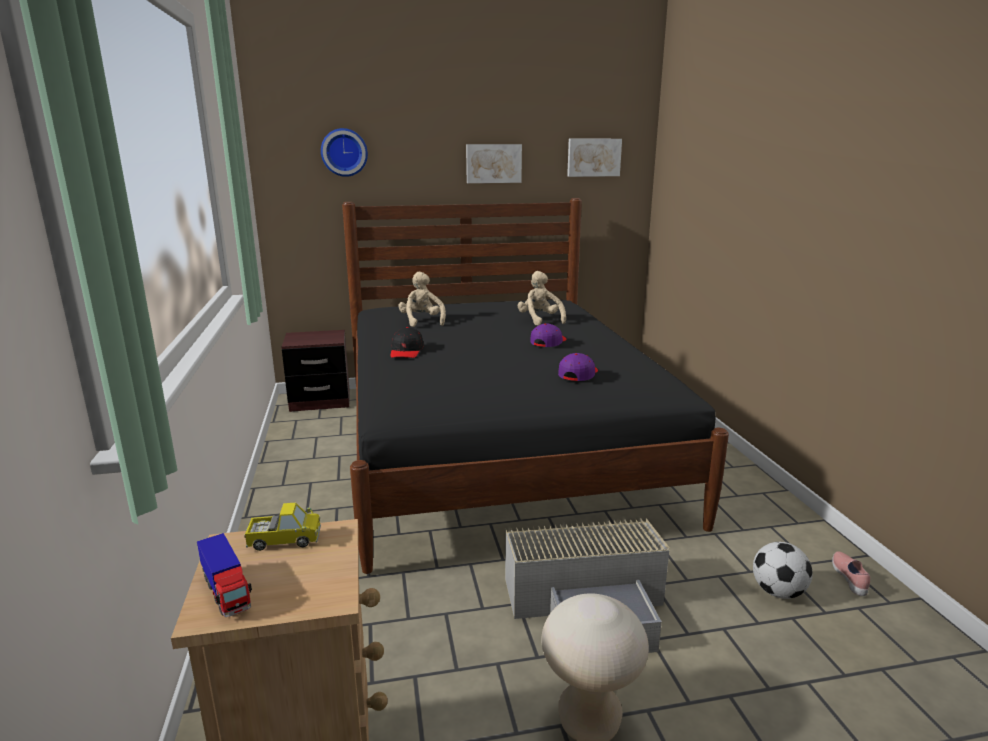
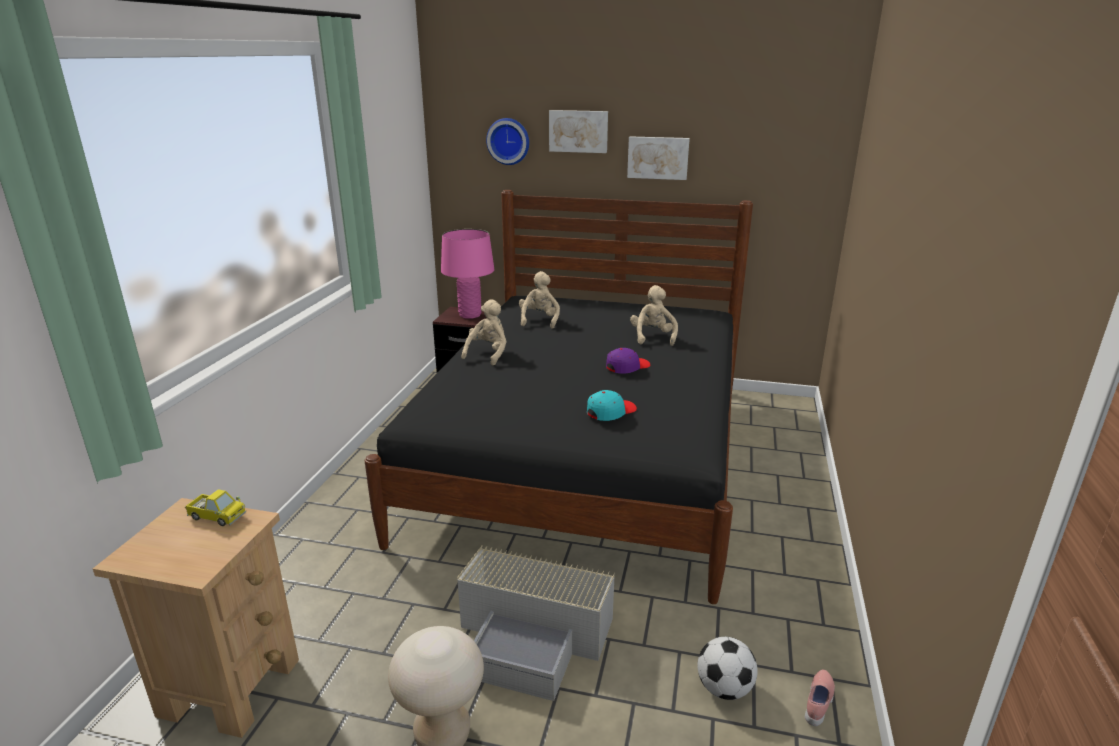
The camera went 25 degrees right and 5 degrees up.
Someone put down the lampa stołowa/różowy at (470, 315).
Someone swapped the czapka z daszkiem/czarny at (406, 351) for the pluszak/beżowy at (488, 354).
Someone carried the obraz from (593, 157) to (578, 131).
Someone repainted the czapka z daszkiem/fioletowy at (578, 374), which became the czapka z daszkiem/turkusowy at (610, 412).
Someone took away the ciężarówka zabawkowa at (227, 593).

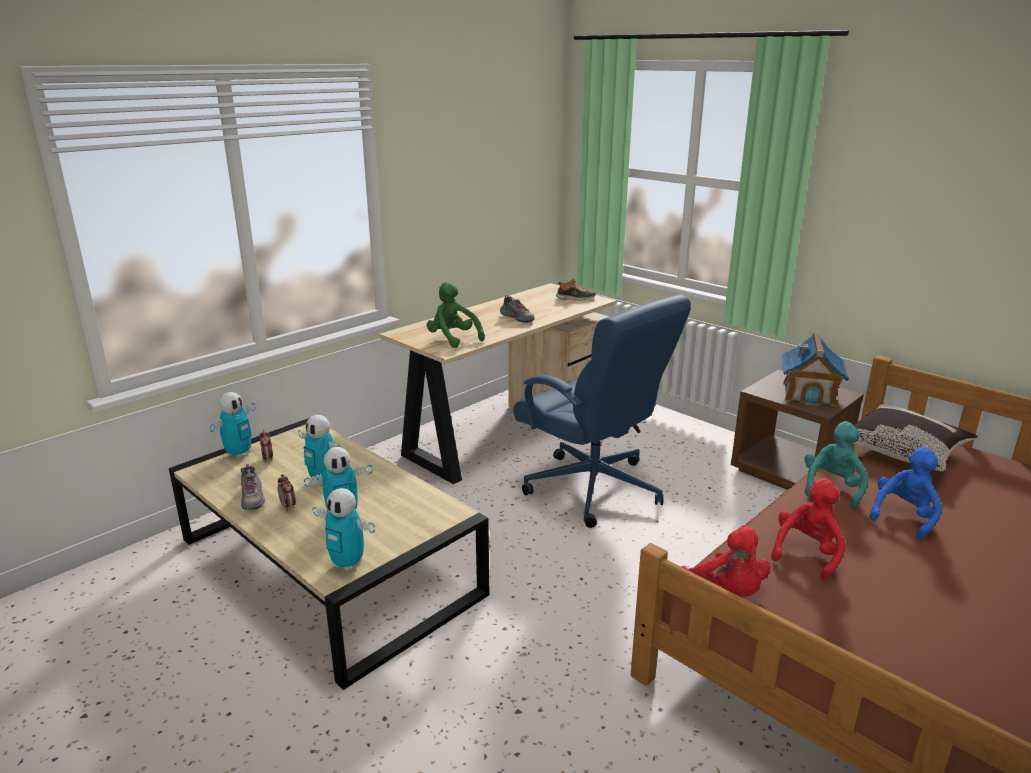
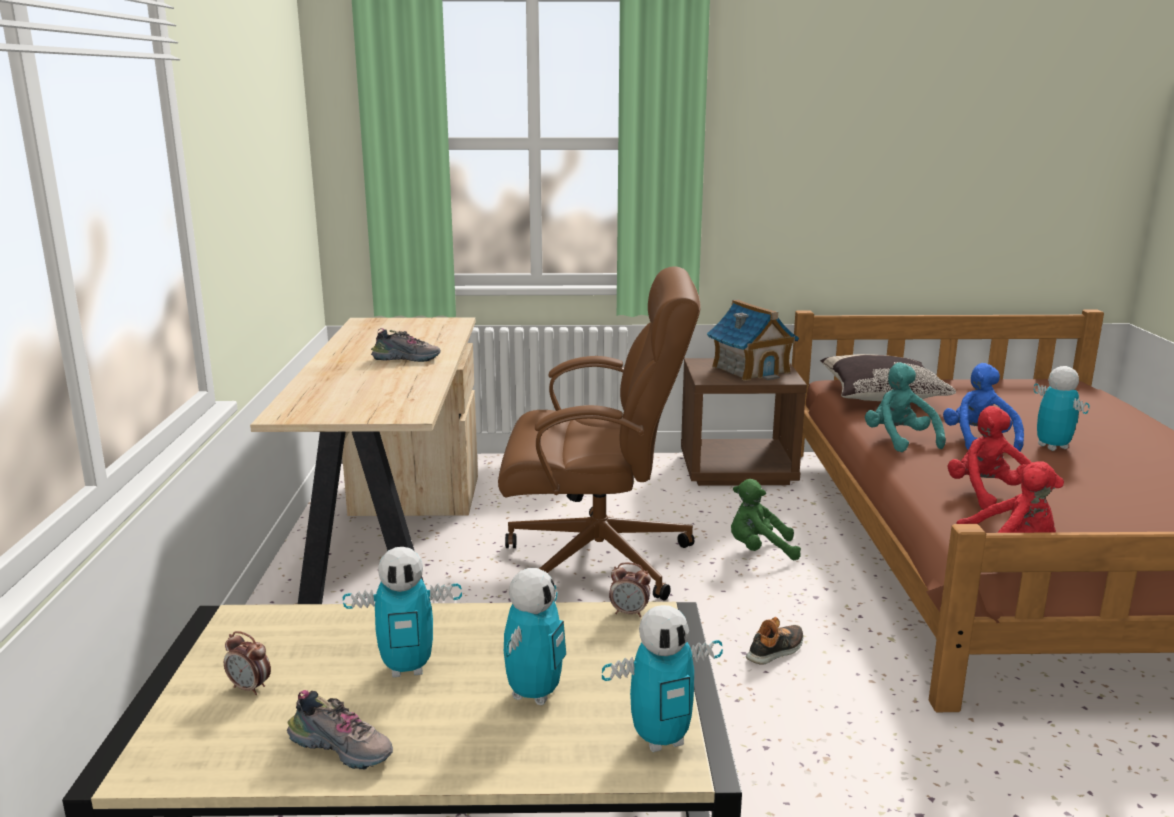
The camera went 45 degrees left and 5 degrees down.
Someone repainted the krzesło biurowe/niebieski at (593, 487), which became the krzesło biurowe/brązowy at (597, 559).
Someone carried the budzik from (288, 506) to (629, 613).
Someone carried the pluszak/zielony from (453, 339) to (759, 550).
Someone carried the but from (575, 298) to (776, 650).
Someone carried the robot zabawkowy from (239, 454) to (1052, 447).

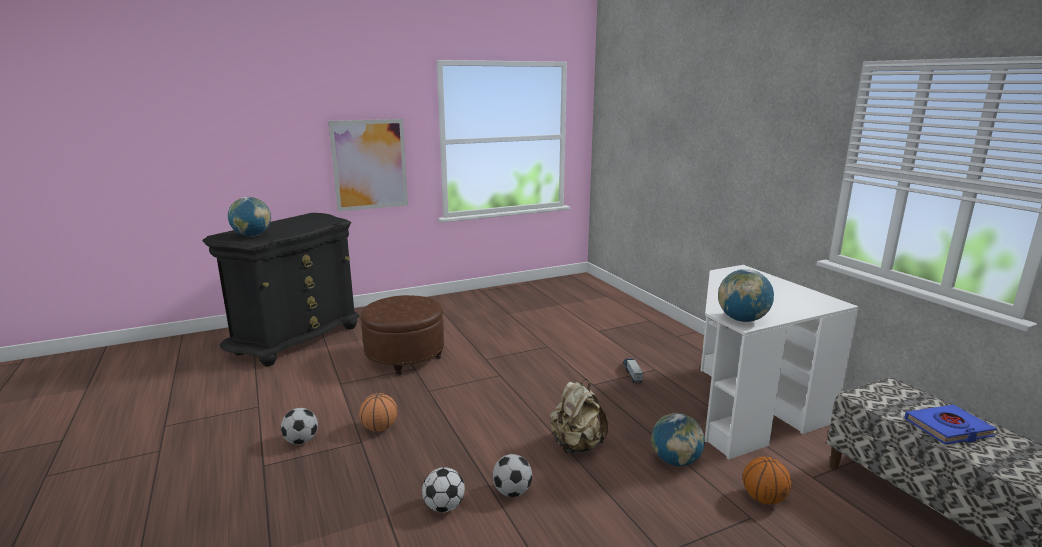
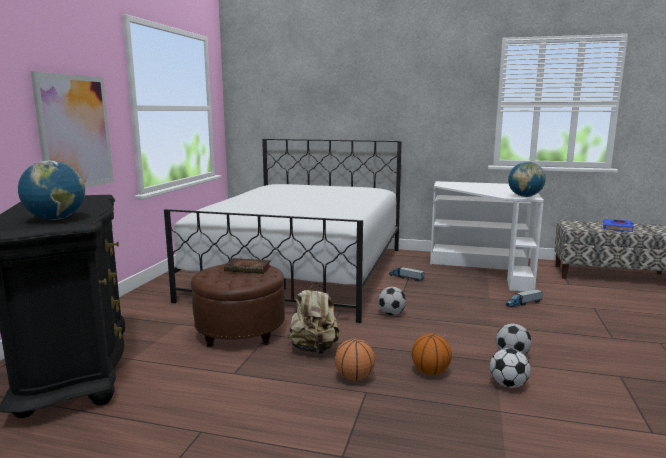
The camera went 50 degrees left and 5 degrees down.
Someone put down the łóżko/biały at (302, 272).
Someone put down the książka at (249, 269).
Someone carried the plecak/beżowy from (576, 446) to (314, 349).
Someone carried the piłka futbolowa from (301, 441) to (391, 314).
Someone carried the piłka do koszykówki from (763, 498) to (430, 372).
Someone swapped the globus at (675, 461) for the ciężarówka zabawkowa at (523, 303).

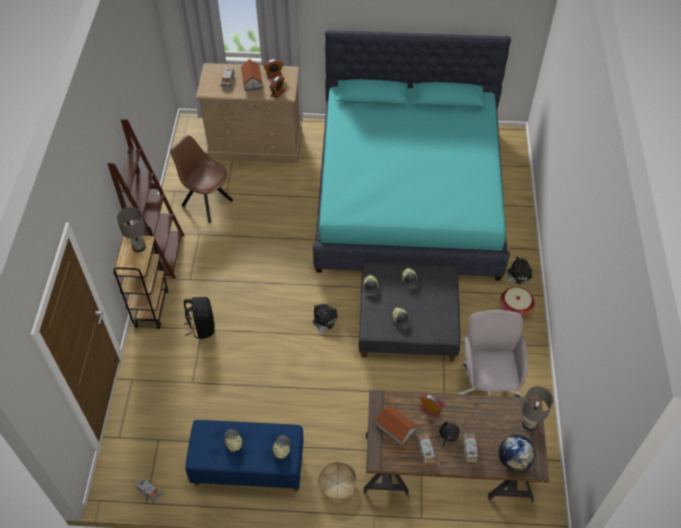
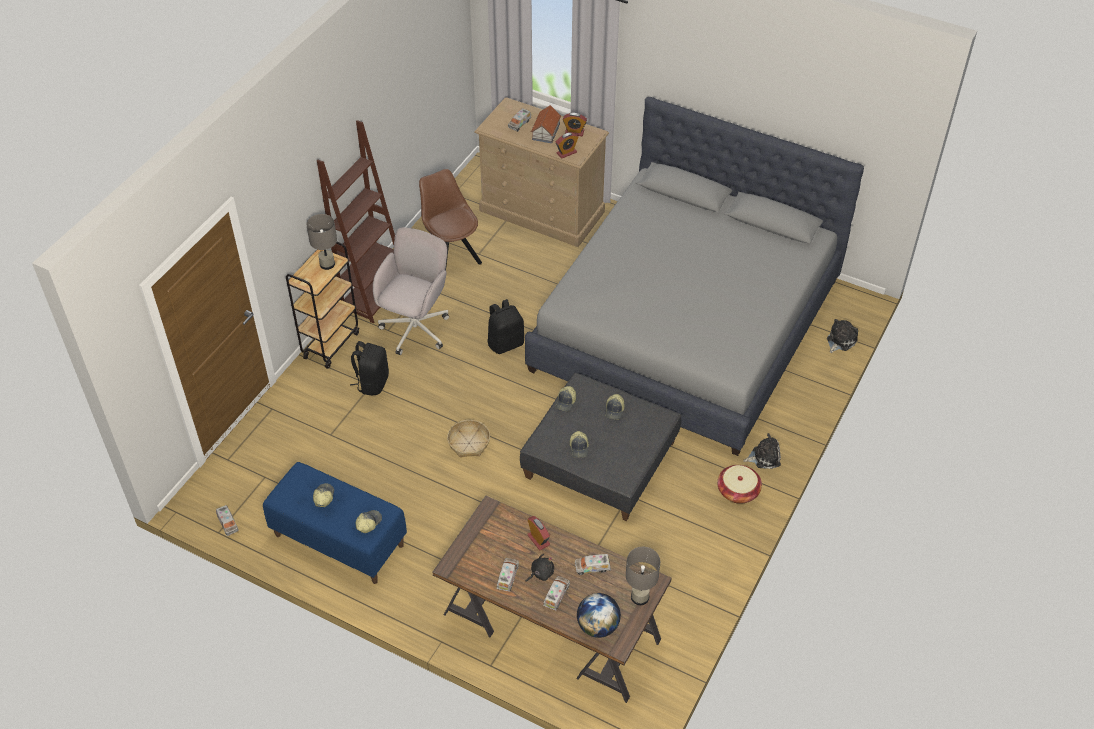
The camera went 25 degrees right and 5 degrees down.
Someone carried the krzesło biurowe/szary from (486, 388) to (416, 329).
Someone carried the koszyk from (337, 483) to (468, 443).
Someone put down the plecak/czarny at (505, 343).
Someone repainted the łóżko/turkusowy at (408, 195), which became the łóżko/szary at (686, 324).
Someone put down the ciężarówka zabawkowa at (592, 567).
Someone carried the pluszak from (324, 320) to (840, 340).
Someone took away the domek at (395, 428).

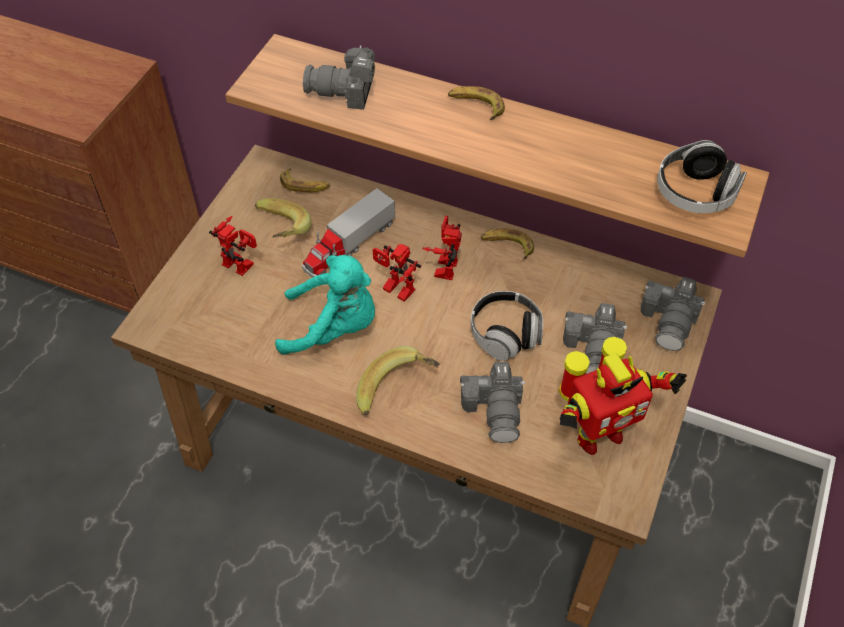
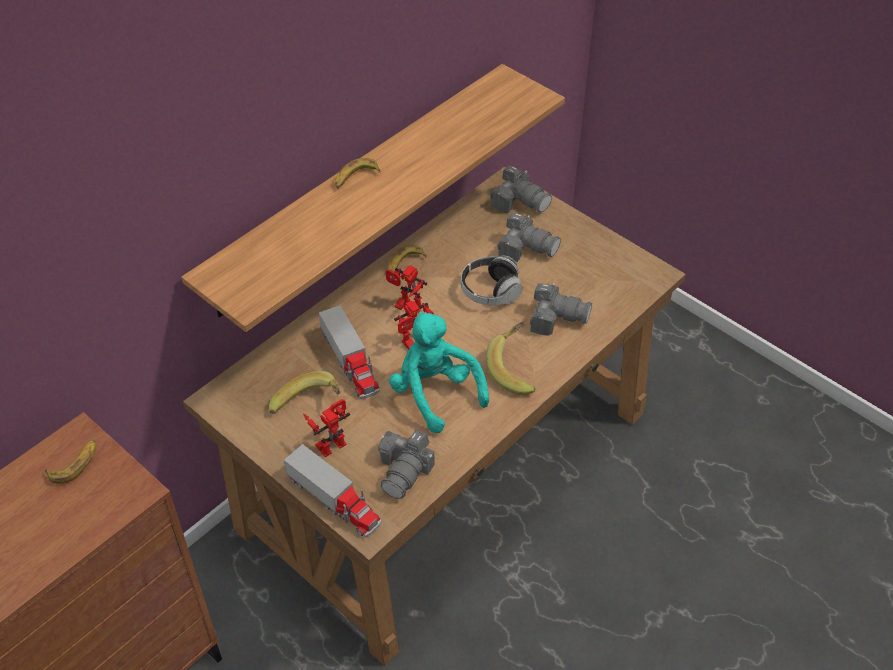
The camera went 70 degrees left and 5 degrees down.
Someone carried the banan from (305, 185) to (75, 464).
Someone put down the ciężarówka zabawkowa at (334, 500).
Someone carried the aparat fotograficzny from (346, 91) to (405, 470).
Someone rotated the pluszak/turkusowy at (334, 327) by 60 degrees counterclockwise.
Someone took away the robot zabawkowy at (596, 434).
Someone took away the słuchawki at (694, 193).

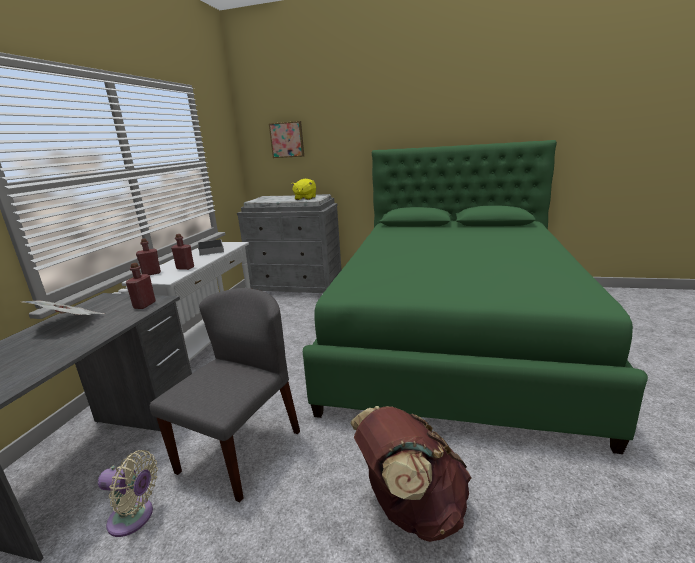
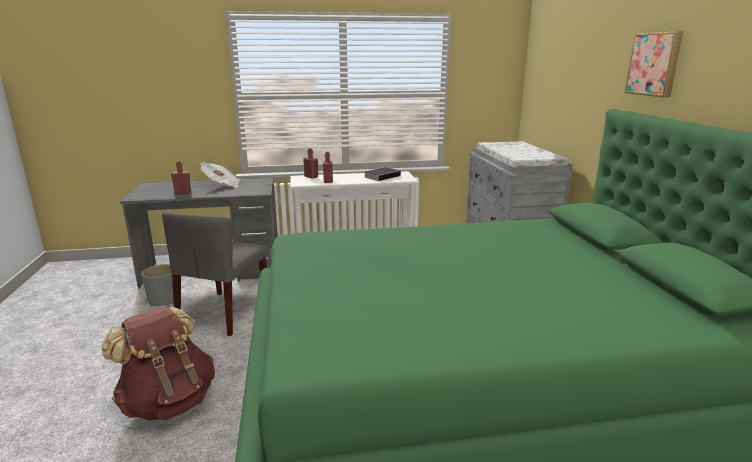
The camera went 65 degrees right and 0 degrees up.
Someone swapped the wentylator/beżowy at (135, 518) for the donica/szary at (164, 300).
Someone rotated the krzesło/szary at (240, 450) by 105 degrees clockwise.
Someone carried the butelka/czerwony from (144, 305) to (183, 193).
Someone carried the obraz from (287, 140) to (655, 64).
Someone took away the pluszak/żółty at (305, 198).

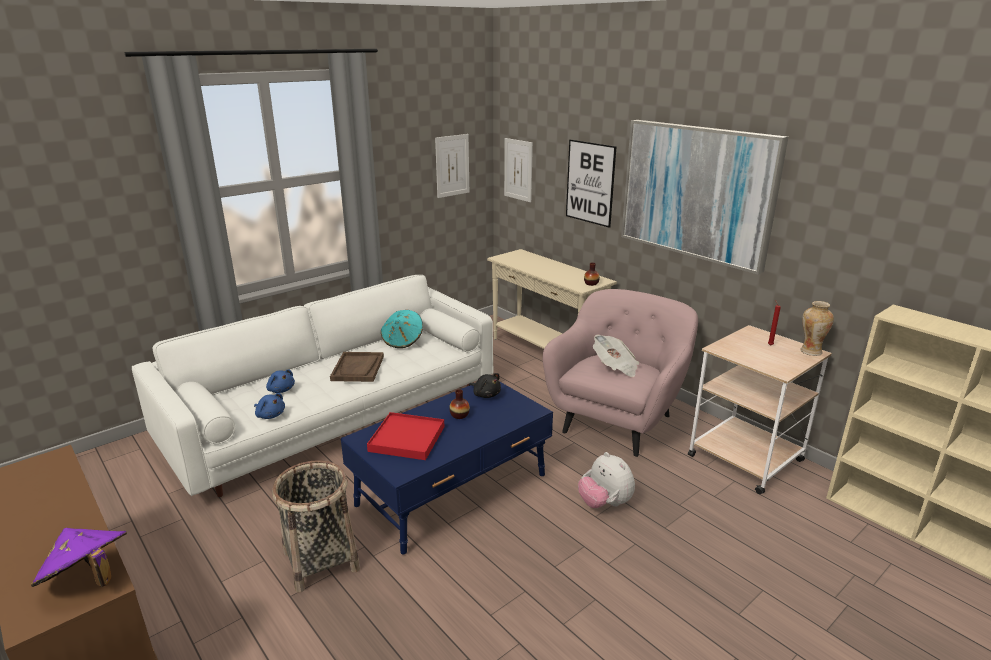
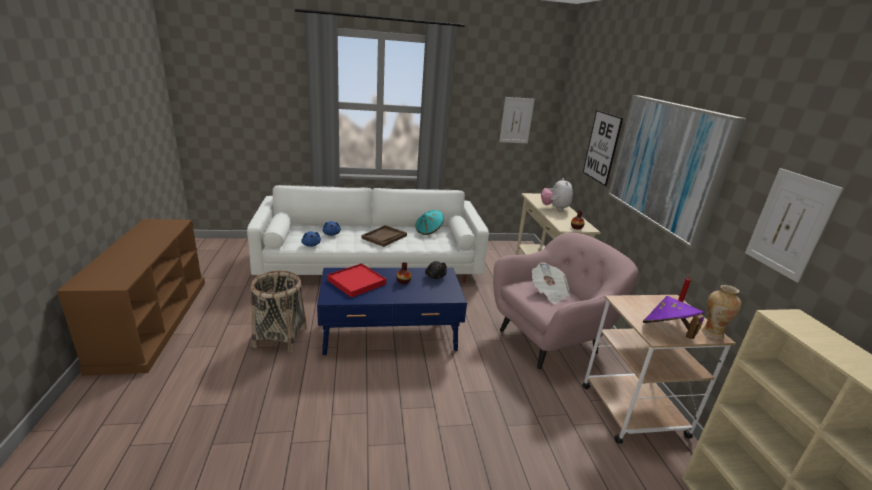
The camera went 30 degrees right and 0 degrees up.
Someone carried the pluszak from (604, 503) to (554, 208).
Someone carried the kapelusz/fioletowy from (88, 579) to (667, 331).
Someone carried the obraz from (518, 170) to (789, 224).

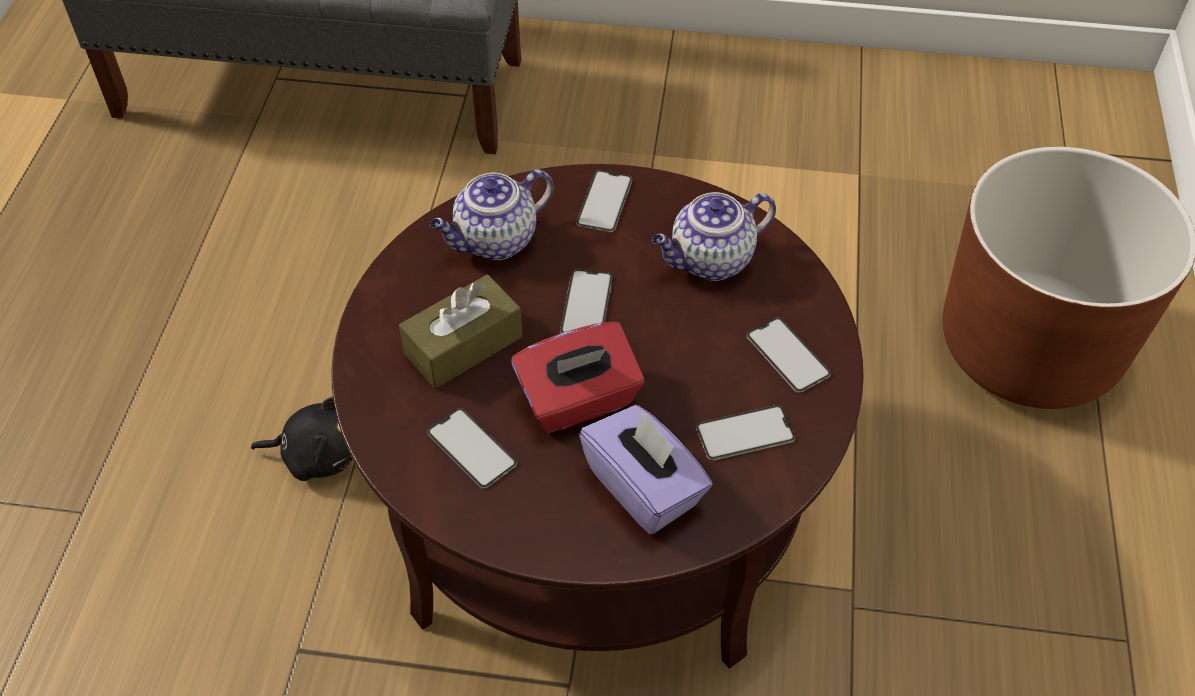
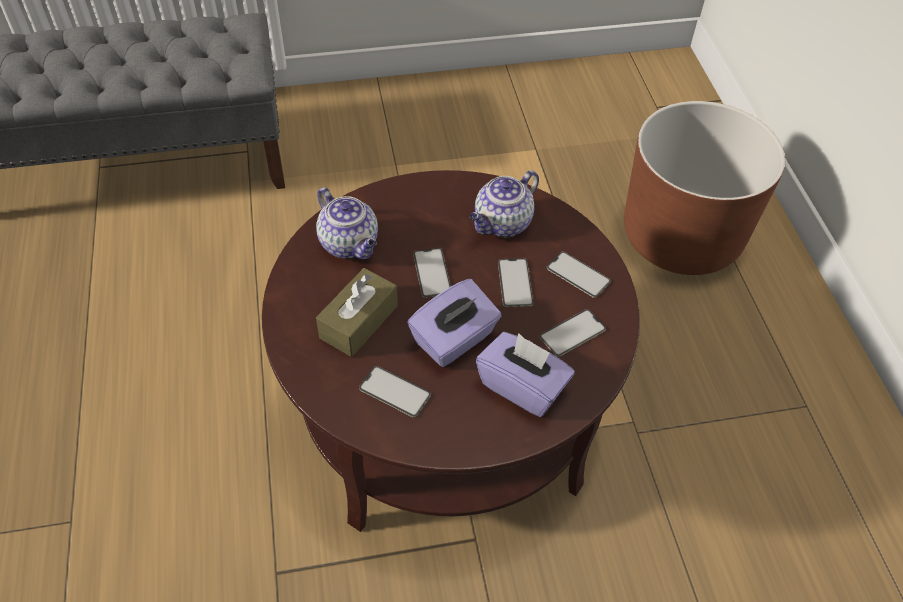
The camera went 20 degrees left and 0 degrees up.
Someone rotated the imbryk at (495, 241) by 75 degrees counterclockwise.
Someone repainted the pudełko chusteczek/czerwony at (579, 401), which became the pudełko chusteczek/fioletowy at (454, 340).
Someone carried the telefon from (604, 201) to (515, 283).
Someone took away the pluszak/czarny at (317, 454).

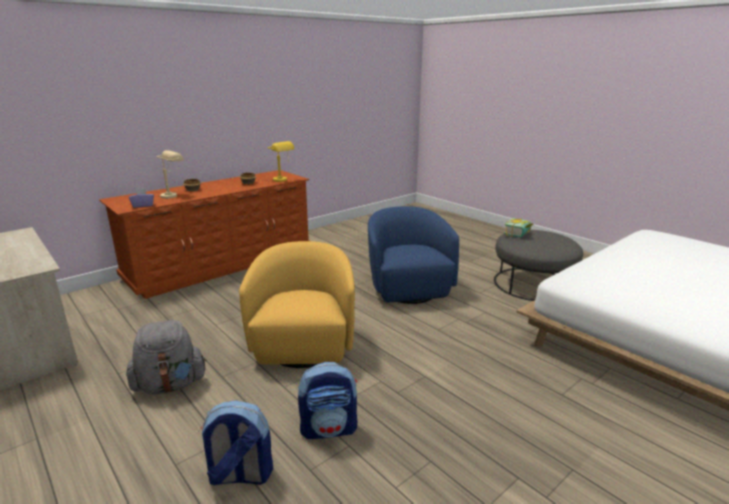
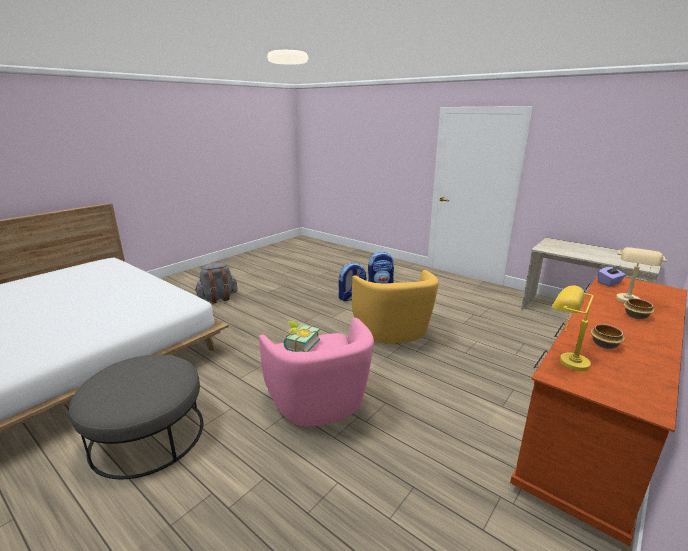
The camera went 170 degrees right and 0 degrees up.
Someone carried the plecak/szary from (170, 385) to (218, 298).
Someone repainted the fotel/niebieski at (407, 289), which became the fotel/różowy at (319, 404).
Someone carried the książka from (520, 234) to (299, 345).

